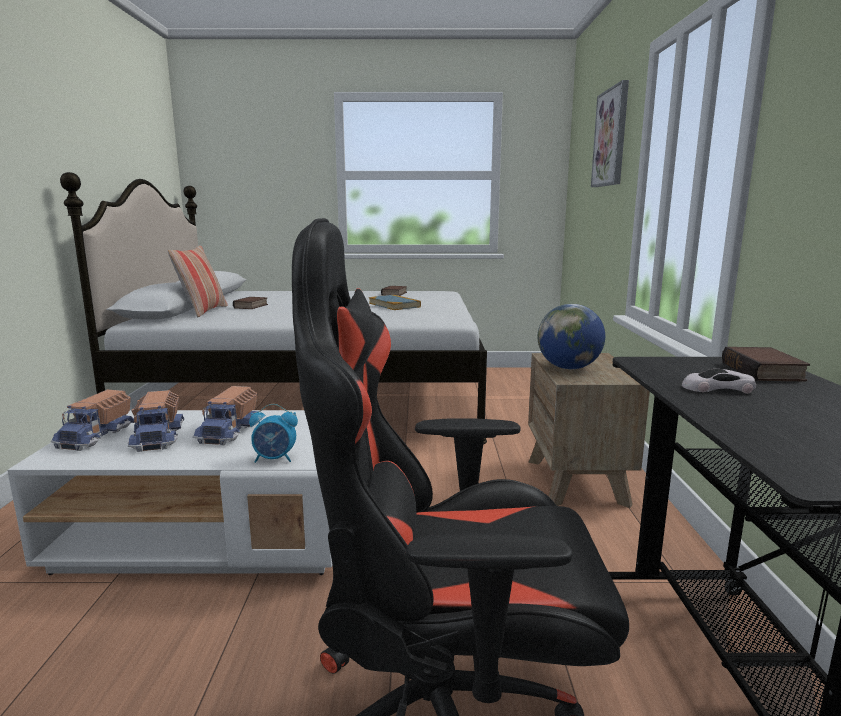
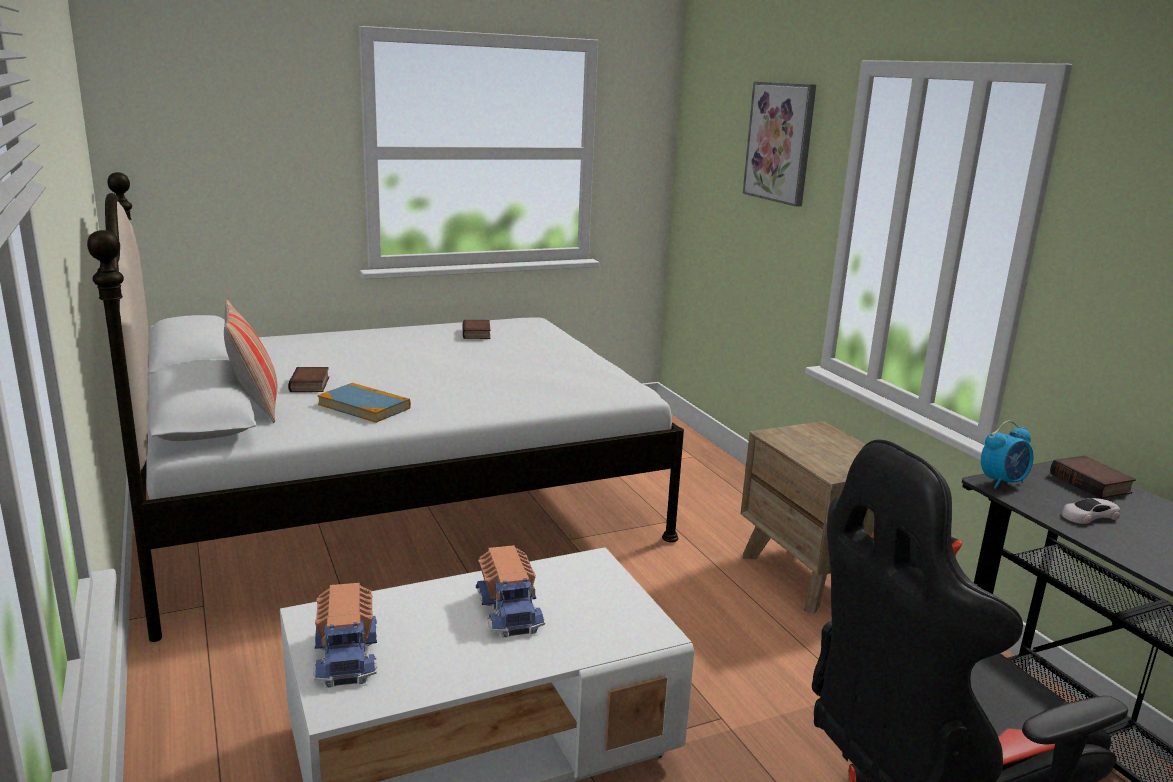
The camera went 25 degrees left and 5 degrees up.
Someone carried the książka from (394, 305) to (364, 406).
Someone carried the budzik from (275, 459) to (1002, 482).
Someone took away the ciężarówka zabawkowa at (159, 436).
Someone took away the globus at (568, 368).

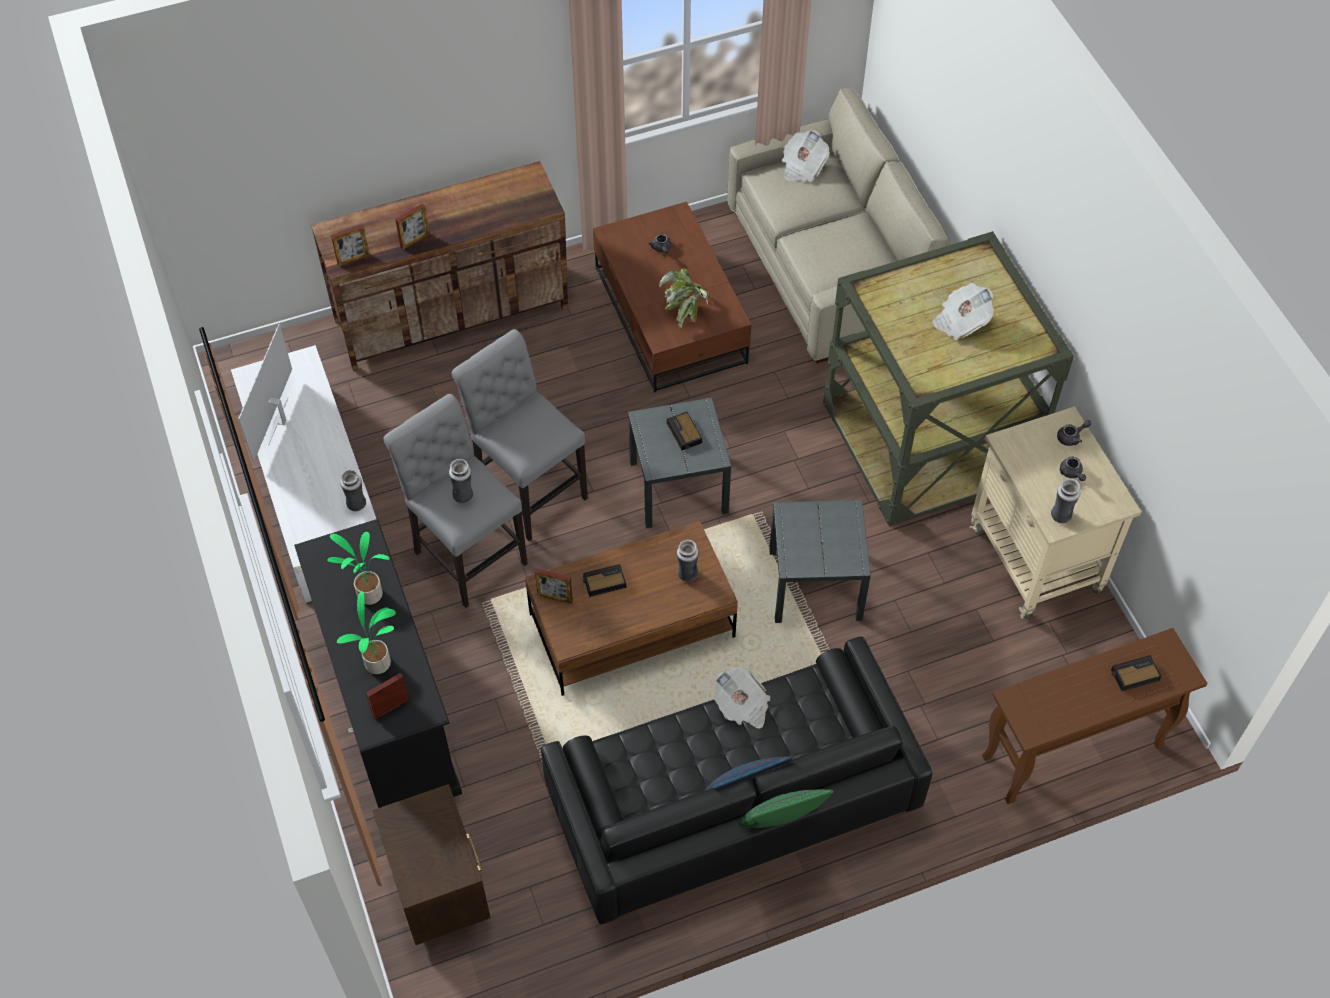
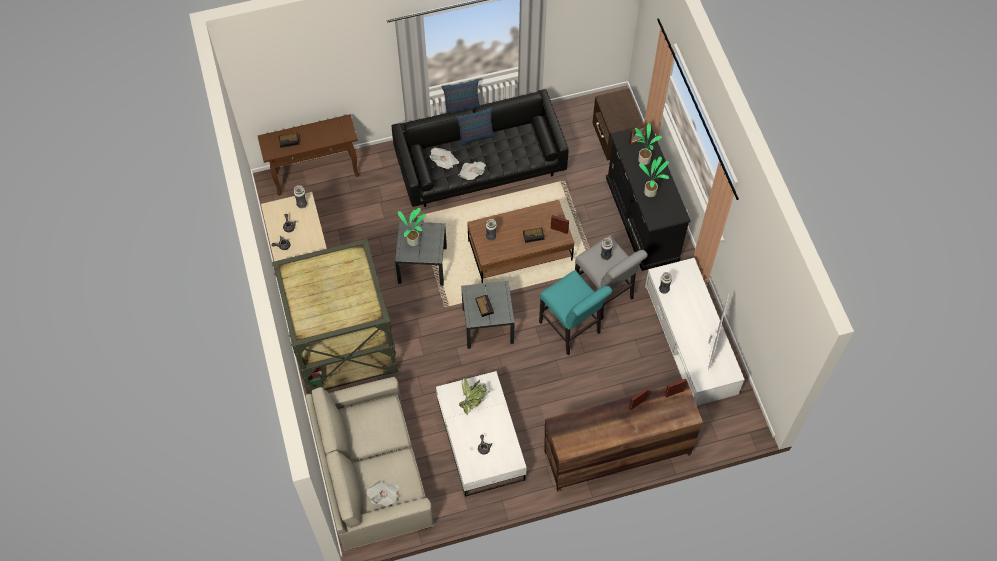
The camera went 175 degrees left and 5 degrees up.
Someone put down the roślina doniczkowa at (414, 241).
Someone carried the gazeta from (961, 321) to (444, 162).
Someone repainted the ława/brązowy at (671, 316), which became the ława/biały at (480, 440).
Someone repainted the poduszka/zielony at (782, 822), which became the poduszka/niebieski at (462, 109).
Someone repainted the stołek/szary at (528, 489), which became the stołek/turkusowy at (571, 330).

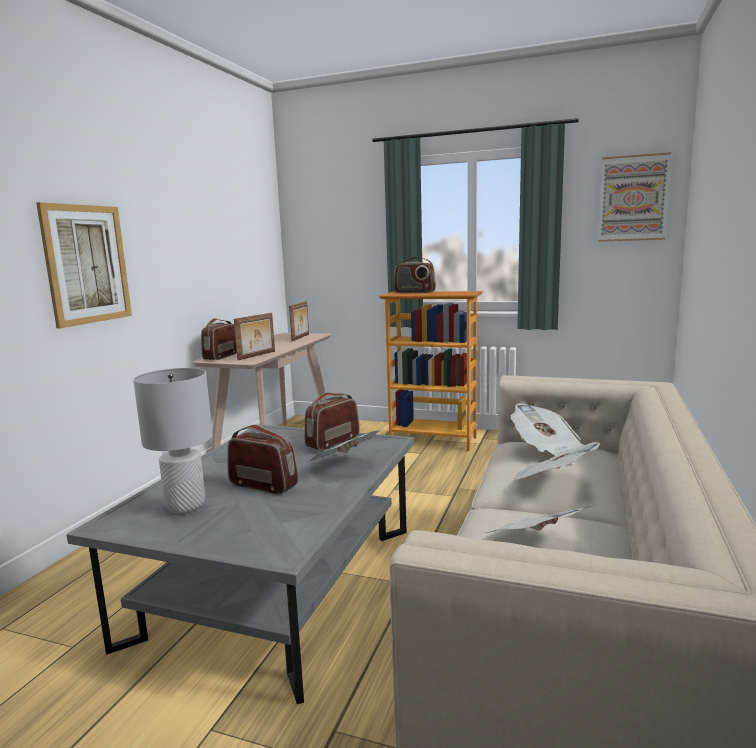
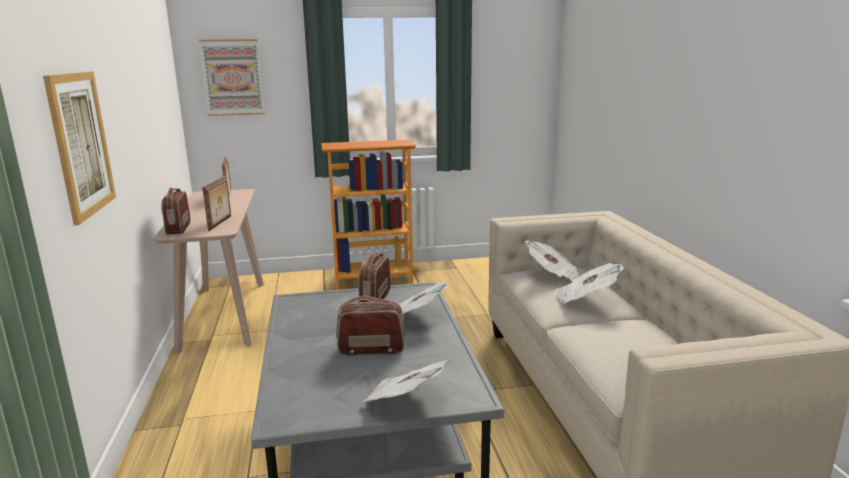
The camera went 30 degrees left and 5 degrees up.
Someone carried the obraz from (633, 198) to (233, 77).
Someone carried the gazeta from (534, 546) to (404, 401).
Someone took away the lampa stołowa/szary at (185, 508).
Someone took away the radio at (414, 292).

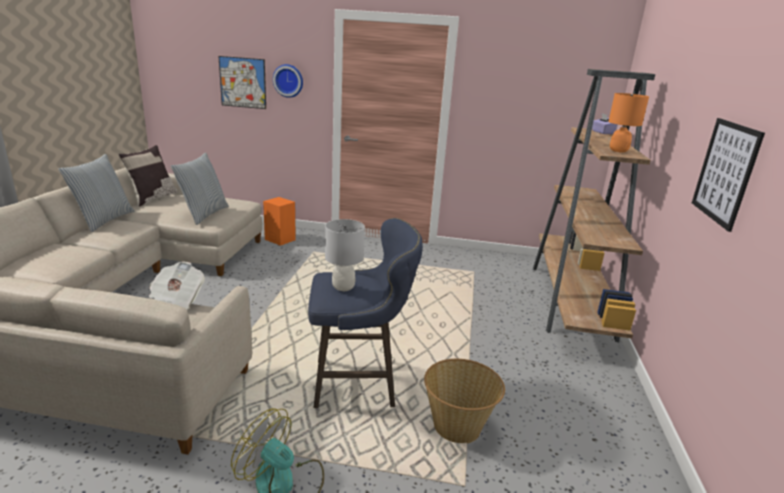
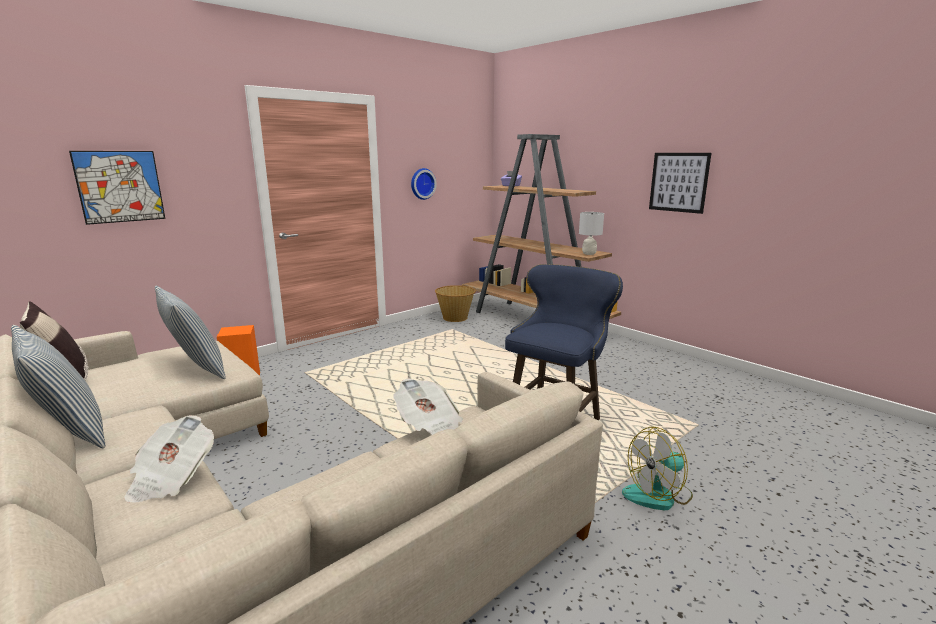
The camera went 50 degrees left and 5 degrees down.
Someone put down the gazeta at (171, 478).
Someone carried the zegar ścienny from (288, 80) to (422, 184).
Someone carried the koszyk from (458, 427) to (455, 318).
Someone carried the lampa stołowa/szary from (342, 288) to (589, 254).
Someone took away the lampa stołowa/pomarańczowy at (617, 151).

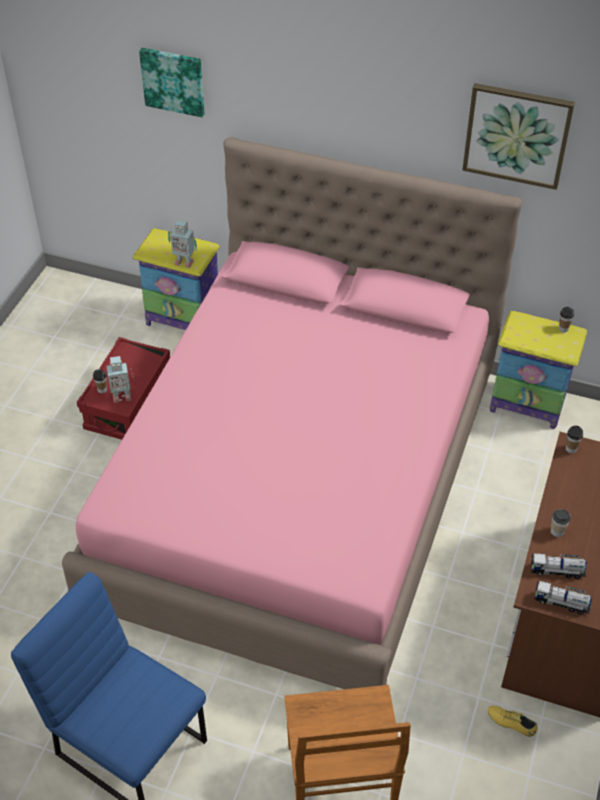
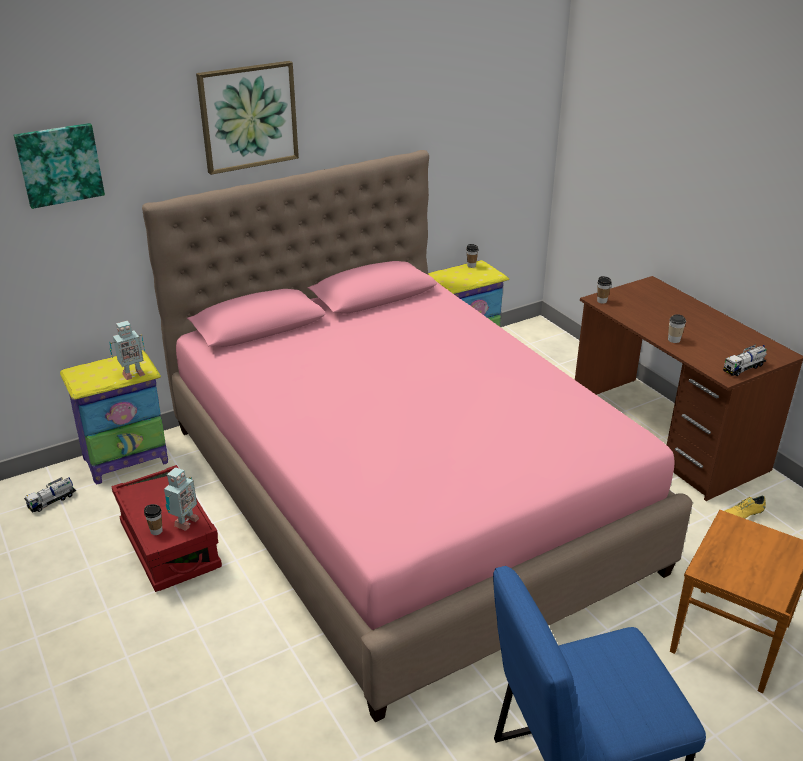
The camera went 50 degrees left and 15 degrees down.
Someone carried the ciężarówka zabawkowa from (557, 571) to (52, 501).
Someone carried the obraz from (517, 135) to (248, 116).

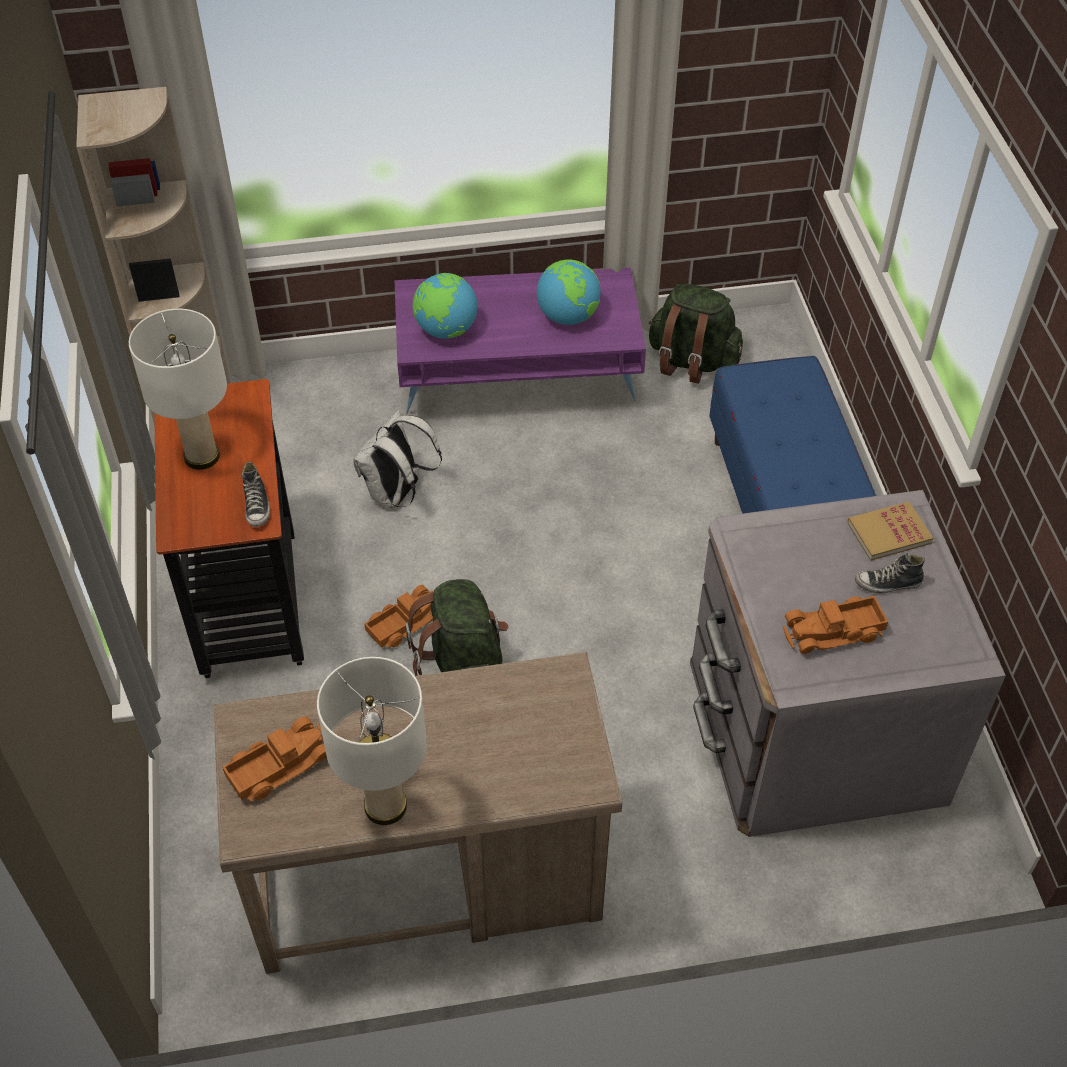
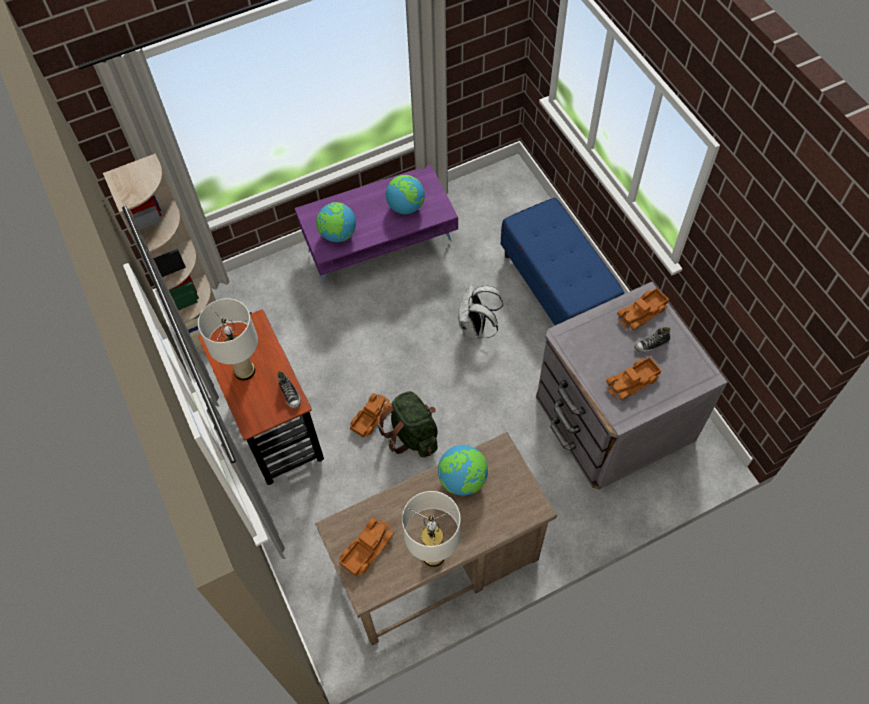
The camera went 15 degrees left and 10 degrees up.
Someone put down the globus at (463, 480).
Someone carried the plecak/biały from (397, 494) to (475, 328).
Someone swapped the książka at (889, 533) for the ciężarówka zabawkowa at (642, 313).
Someone took away the plecak/zielony at (691, 361).

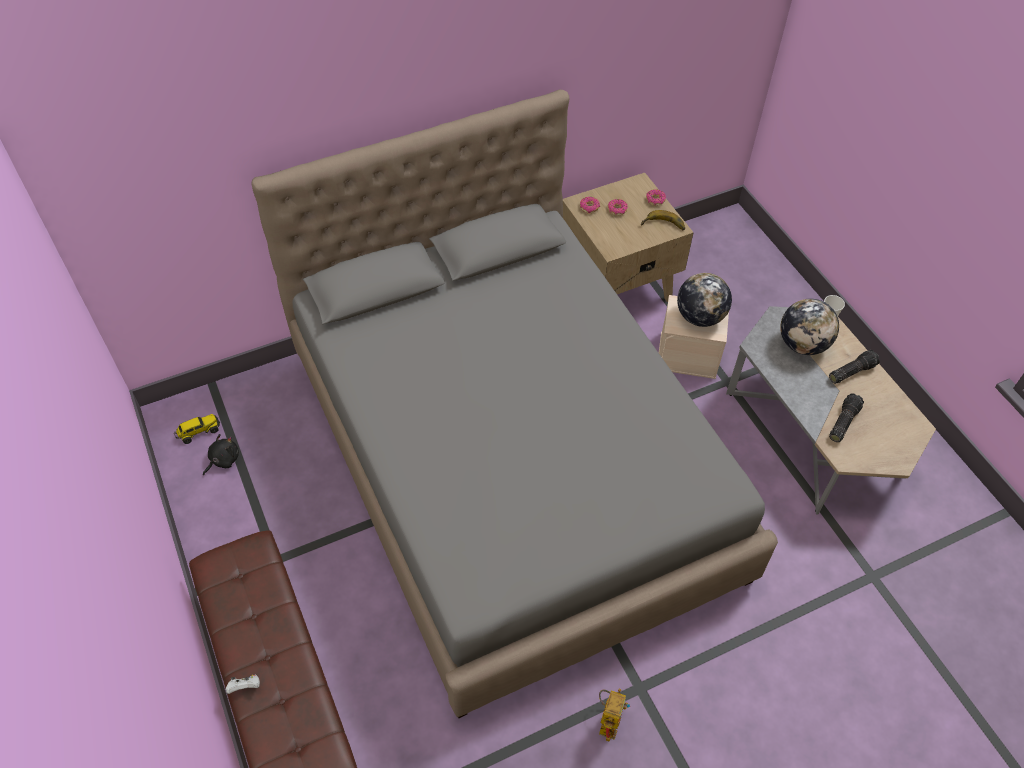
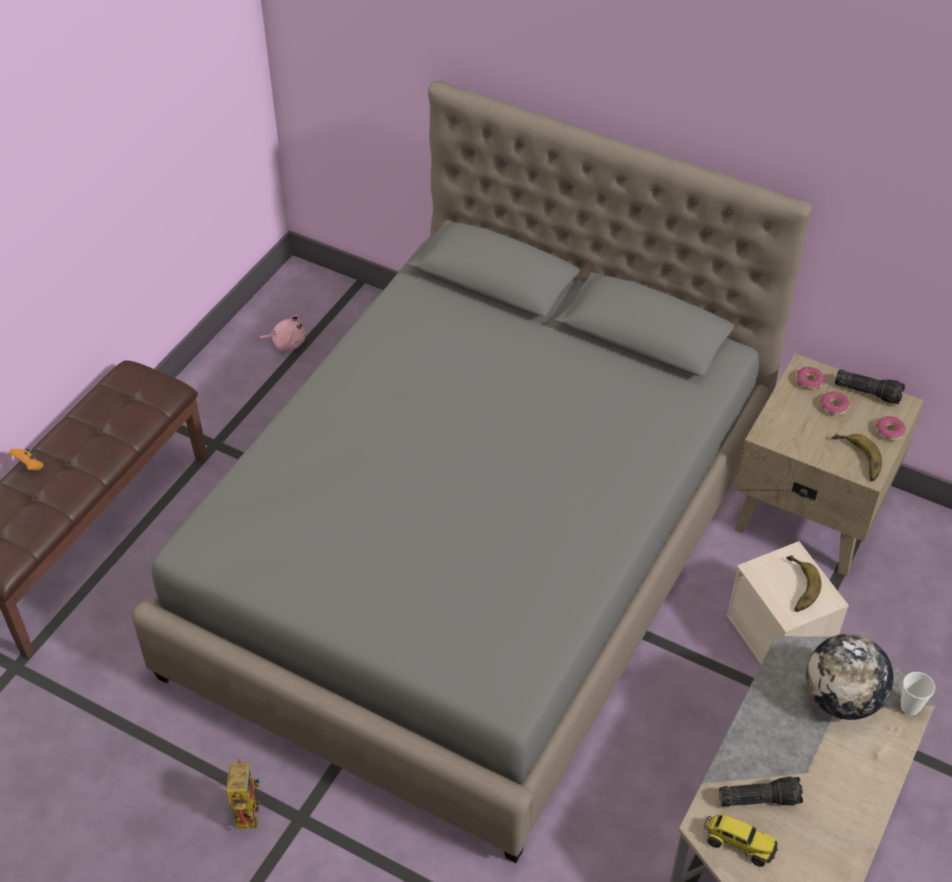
The camera went 55 degrees right and 5 degrees down.
Someone repainted the pad do gier/biały at (245, 687), which became the pad do gier/pomarańczowy at (29, 466).
Someone rotated the robot zabawkowy at (608, 719) by 75 degrees counterclockwise.
Someone repainted the pluszak/czarny at (223, 460), which became the pluszak/różowy at (287, 343).
Someone carried the ciężarówka zabawkowa from (199, 432) to (738, 843).
Someone swapped the globus at (699, 317) for the banan at (796, 587).
Someone carried the latarka from (851, 371) to (868, 392).

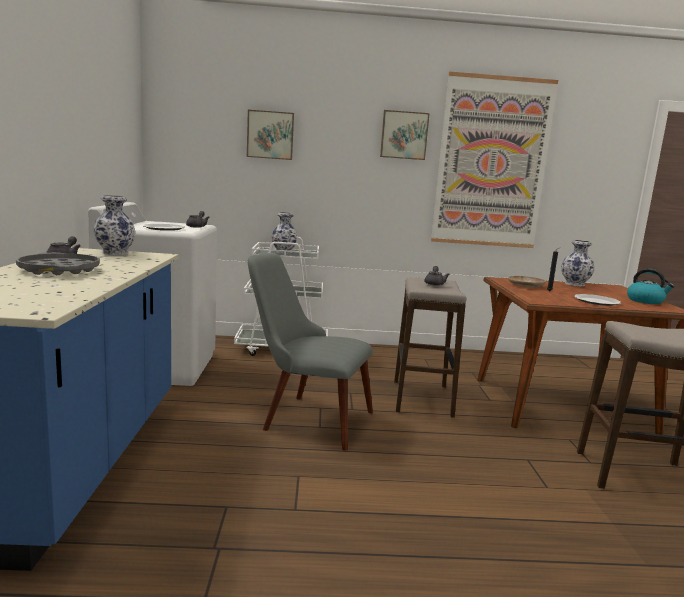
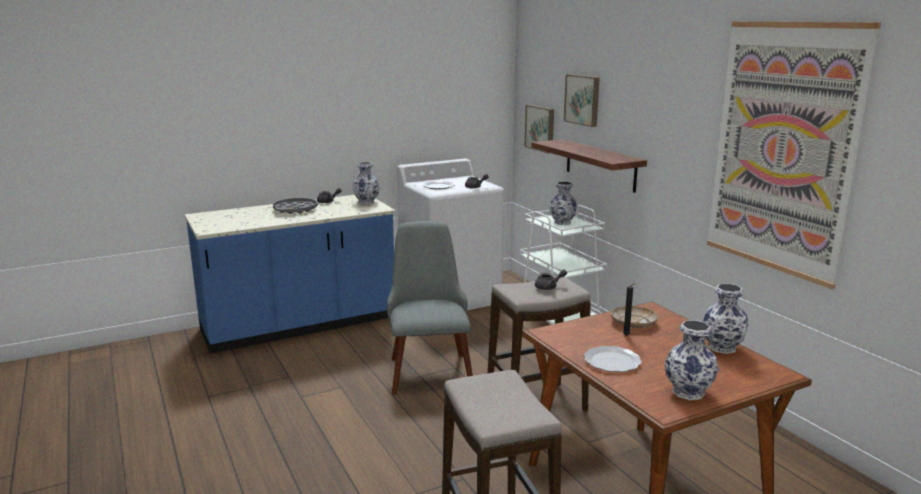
The camera went 65 degrees right and 5 degrees up.
Someone carried the obraz from (404, 135) to (541, 128).
Someone put up the półka at (600, 165).
Someone swapped the czajnik at (645, 301) for the wazon at (689, 392).

